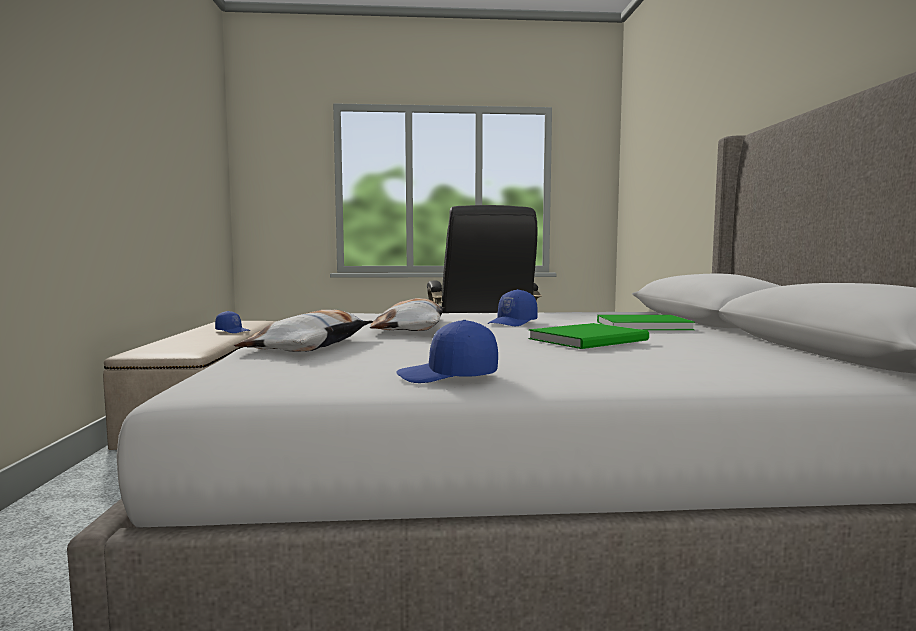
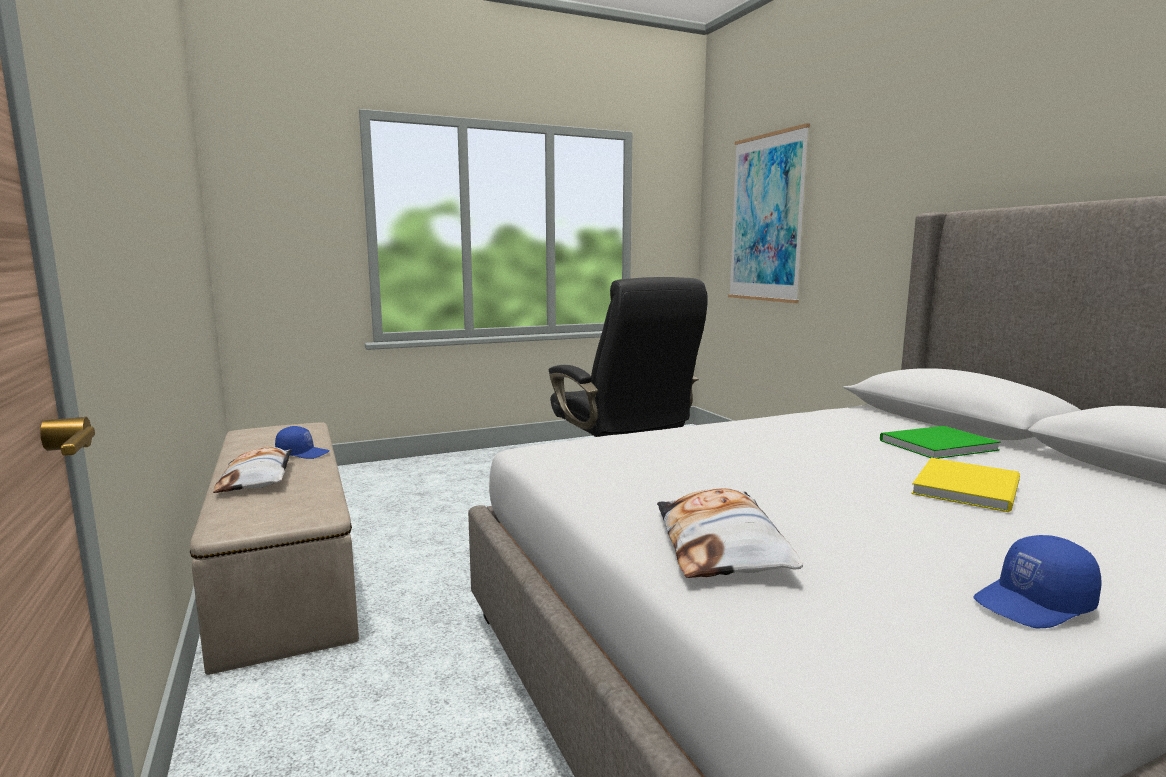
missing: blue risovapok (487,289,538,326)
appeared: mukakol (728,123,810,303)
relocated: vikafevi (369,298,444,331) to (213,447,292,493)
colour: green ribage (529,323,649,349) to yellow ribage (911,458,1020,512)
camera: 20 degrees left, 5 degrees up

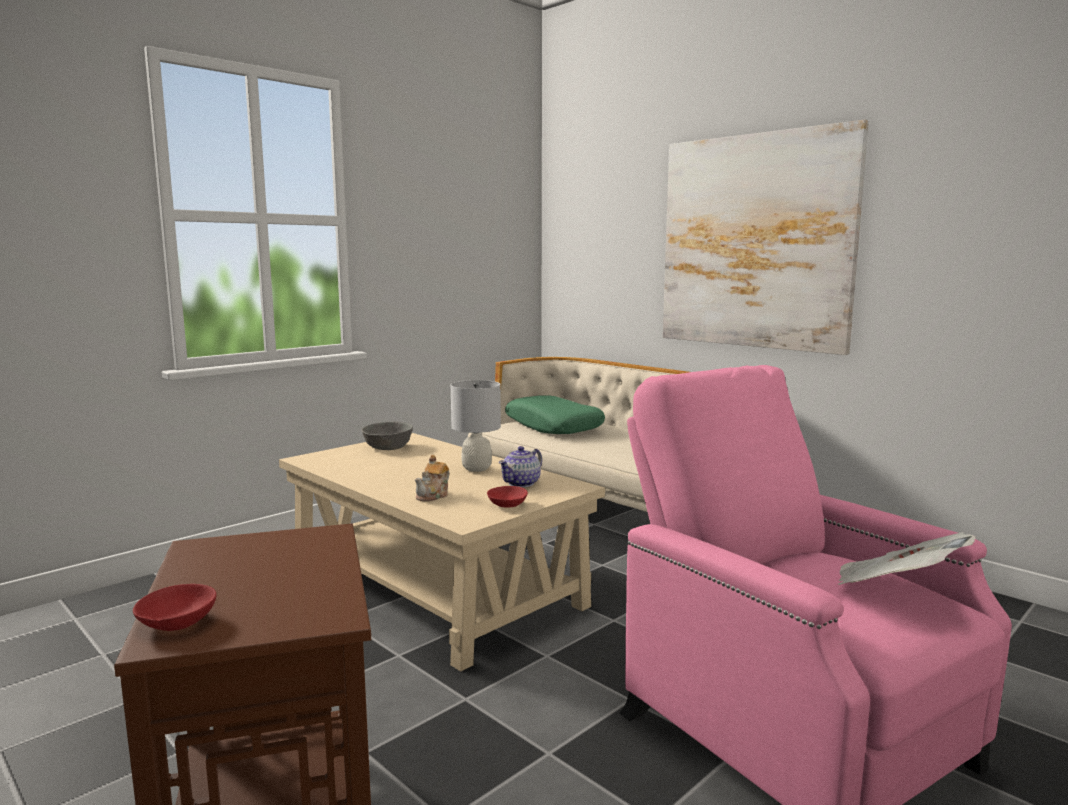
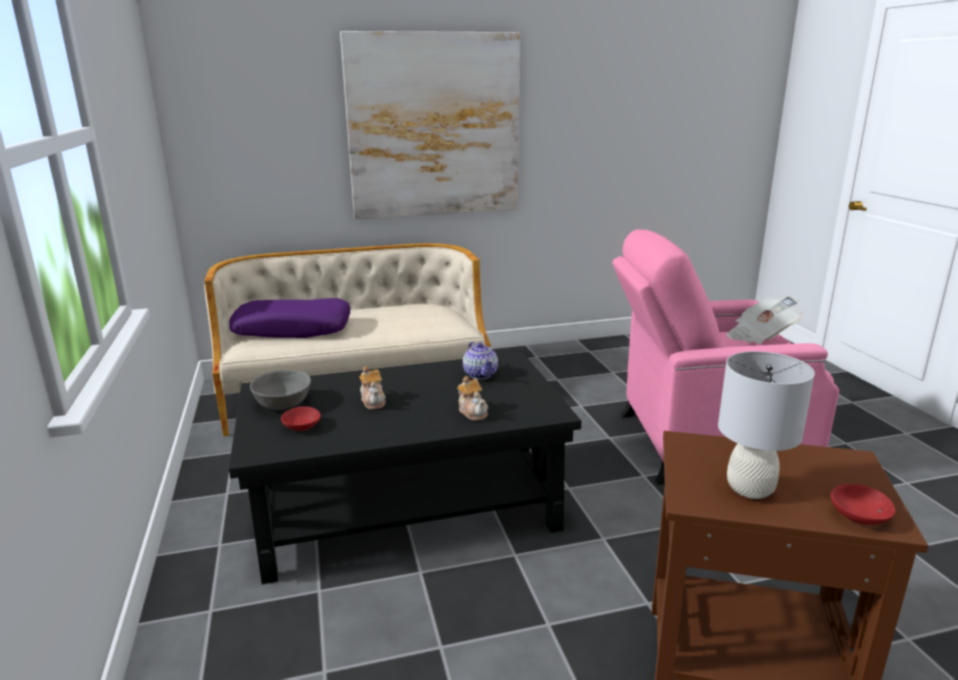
appeared: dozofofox (359,366,386,410)
relocated: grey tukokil (451,380,501,472) to (718,351,815,499); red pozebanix (487,486,528,507) to (281,407,321,431)
colour: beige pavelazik (279,433,605,671) to black pavelazik (229,352,581,584); green vikafevi (505,396,605,434) to purple vikafevi (229,298,350,338)
camera: 60 degrees left, 10 degrees up

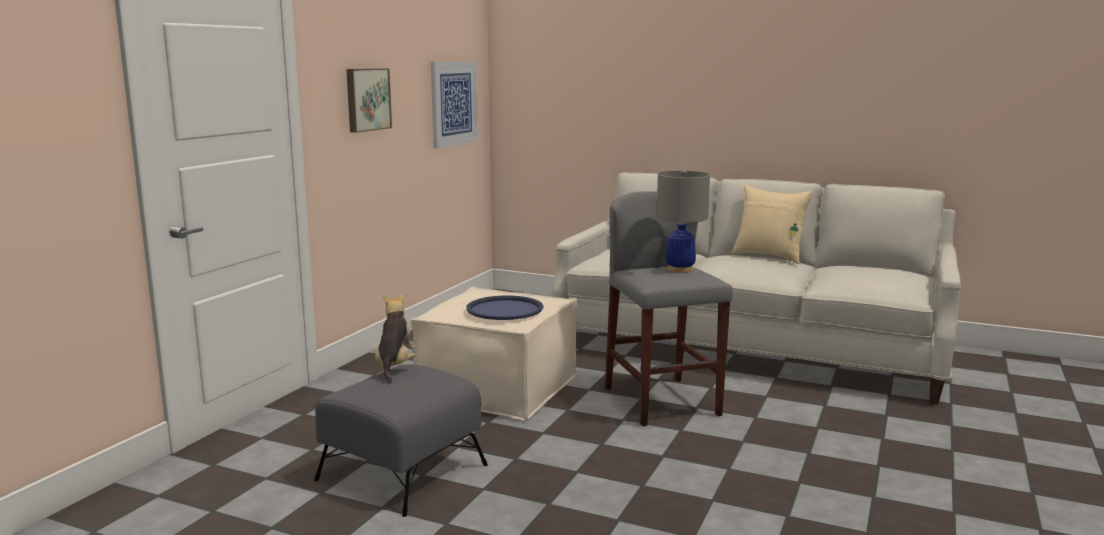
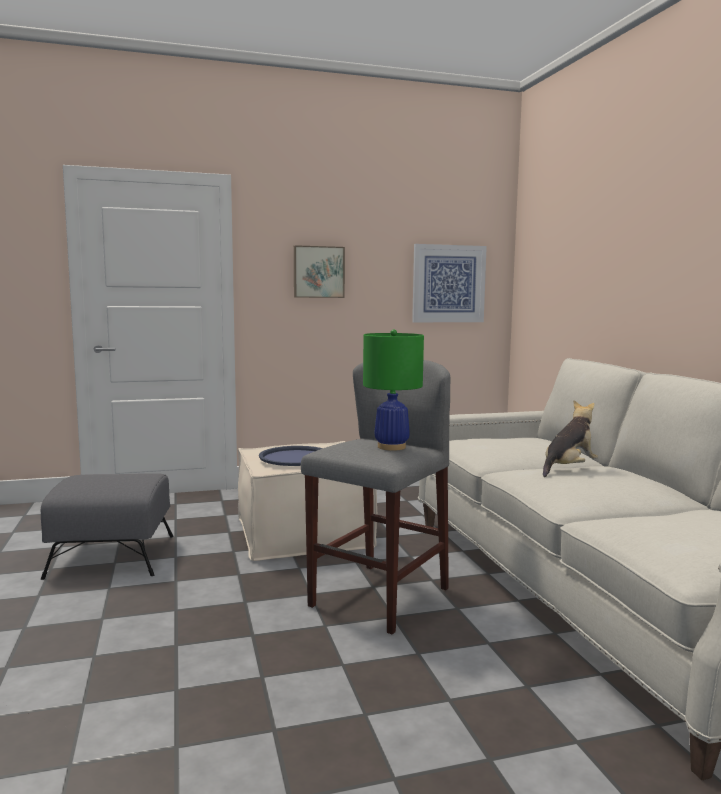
missing: beige vikafevi (732,185,812,264)
relocated: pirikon (375,294,416,384) to (543,400,598,477)
colour: grey tukokil (656,170,710,273) to green tukokil (363,329,424,451)
camera: 50 degrees right, 5 degrees down

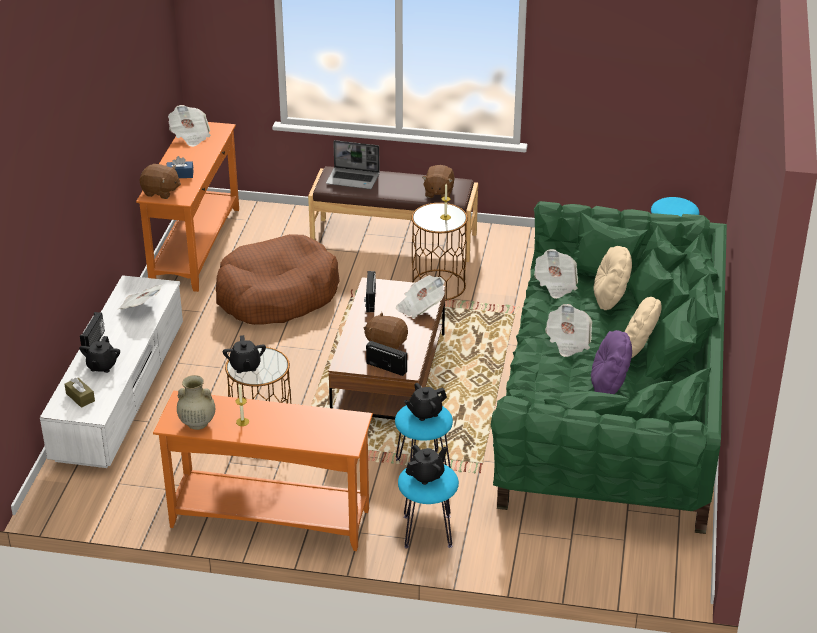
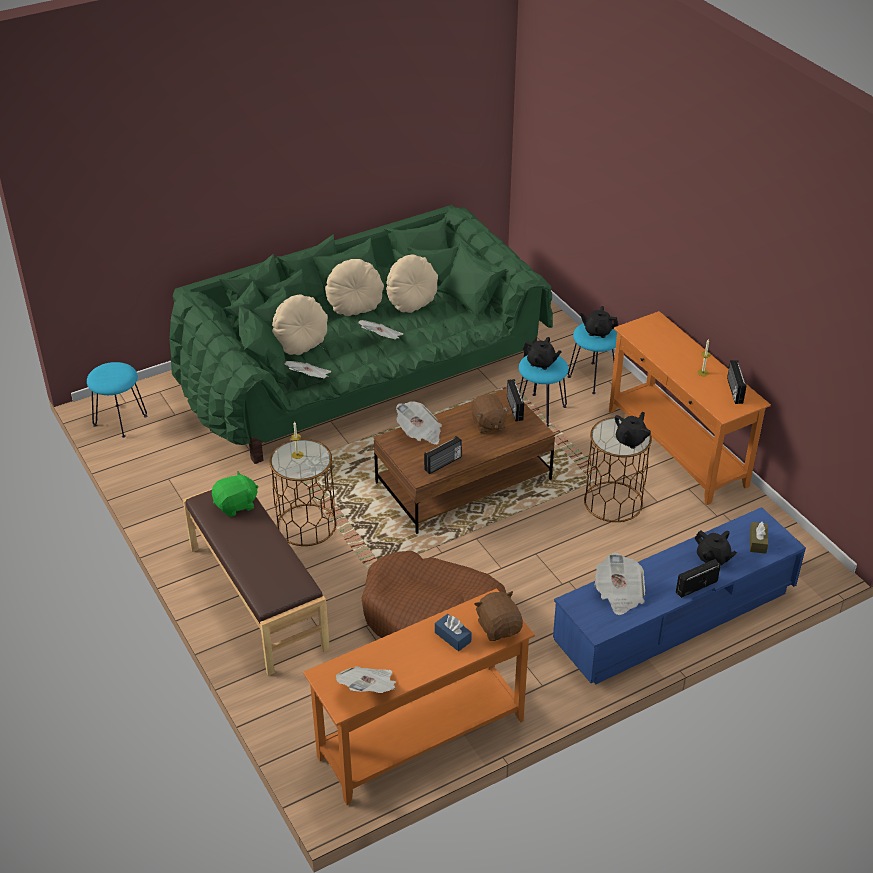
missing: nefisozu (326,140,380,189)
exchanged: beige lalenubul (177,375,215,430) to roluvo (727,360,746,404)
colour: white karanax (40,275,183,468) to blue karanax (553,507,806,684); brown pirikon (422,165,455,198) to green pirikon (212,471,258,517); purple vikafevi (591,330,632,394) to beige vikafevi (386,254,438,313)
spun: black dozofofox (79,336,120,373) = (695,530,737,565) 75 degrees clockwise
camera: 130 degrees left, 5 degrees up

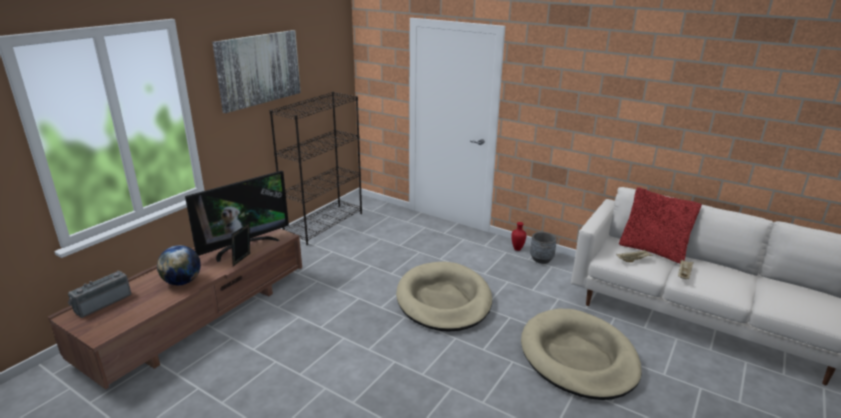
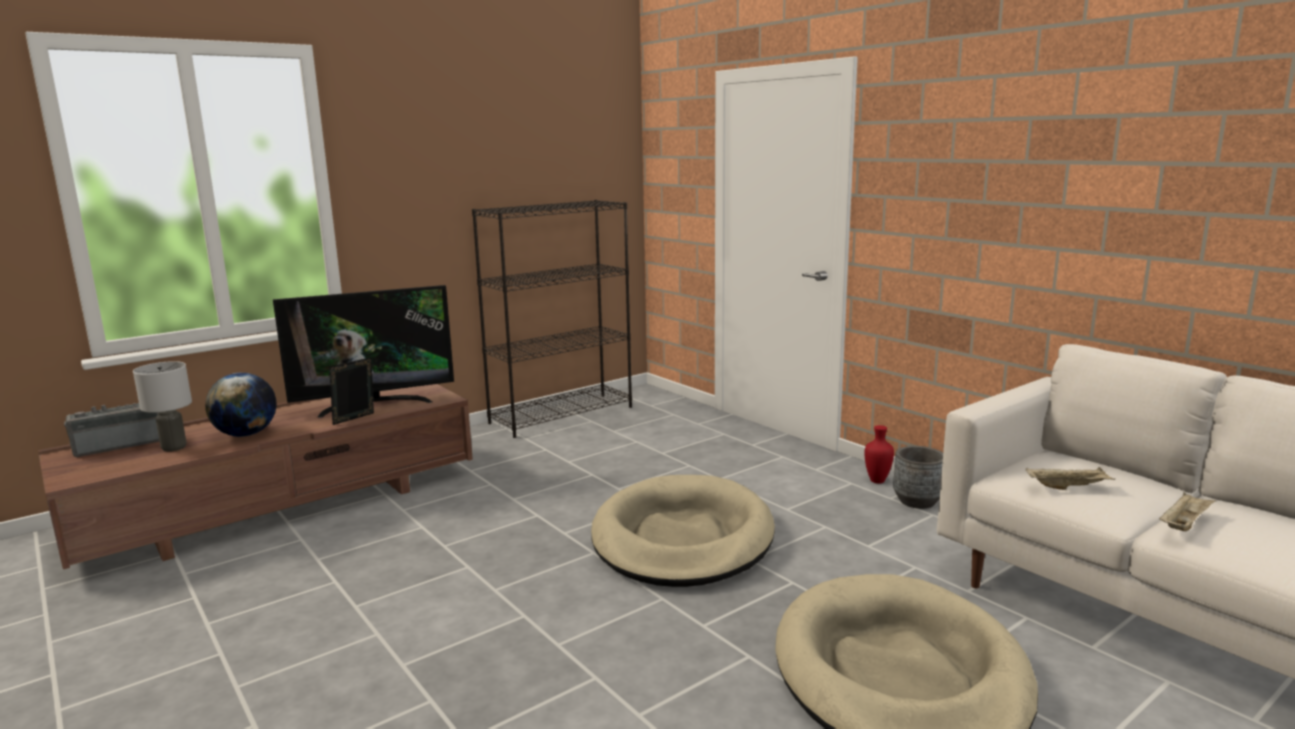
missing: mukakol (212,30,301,113); red vikafevi (619,187,702,263)
appeared: white tukokil (133,361,192,452)
camera: 20 degrees right, 10 degrees down

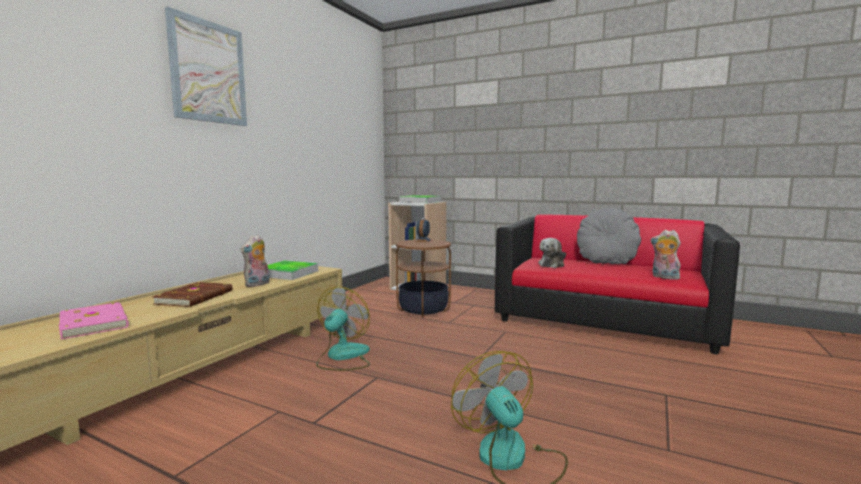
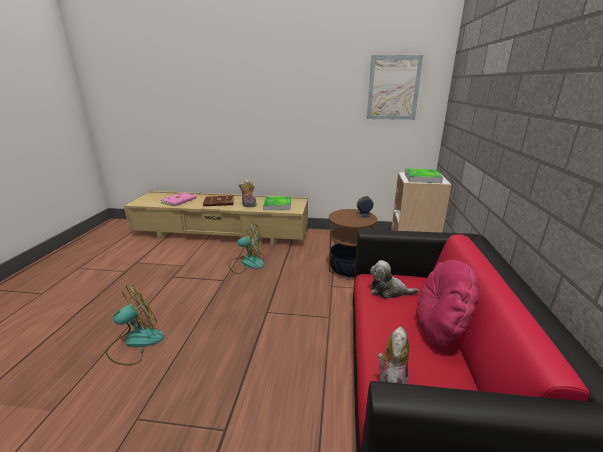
relocated: mukakol (165,7,247,126) to (367,55,423,120)
colour: grey vikafevi (577,208,641,264) to pink vikafevi (416,260,479,346)
camera: 70 degrees right, 15 degrees up

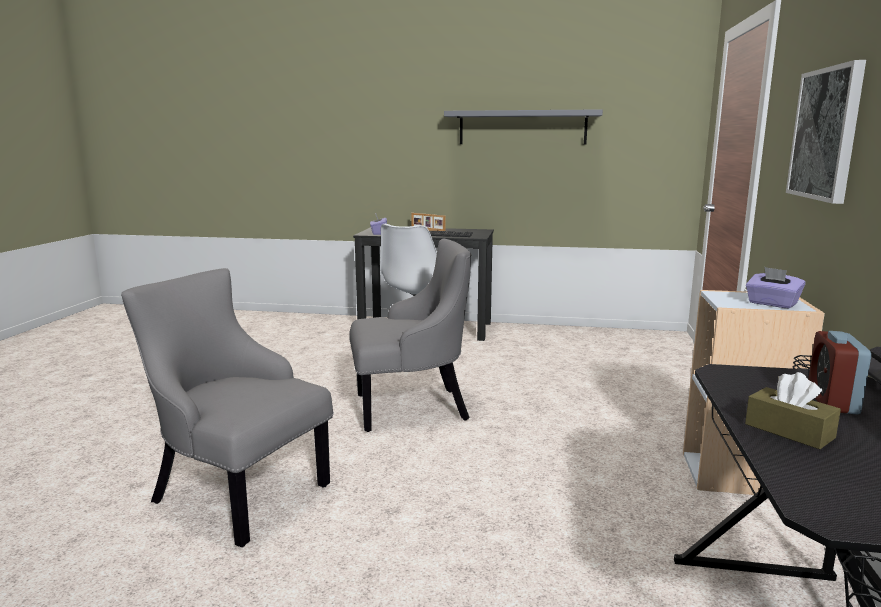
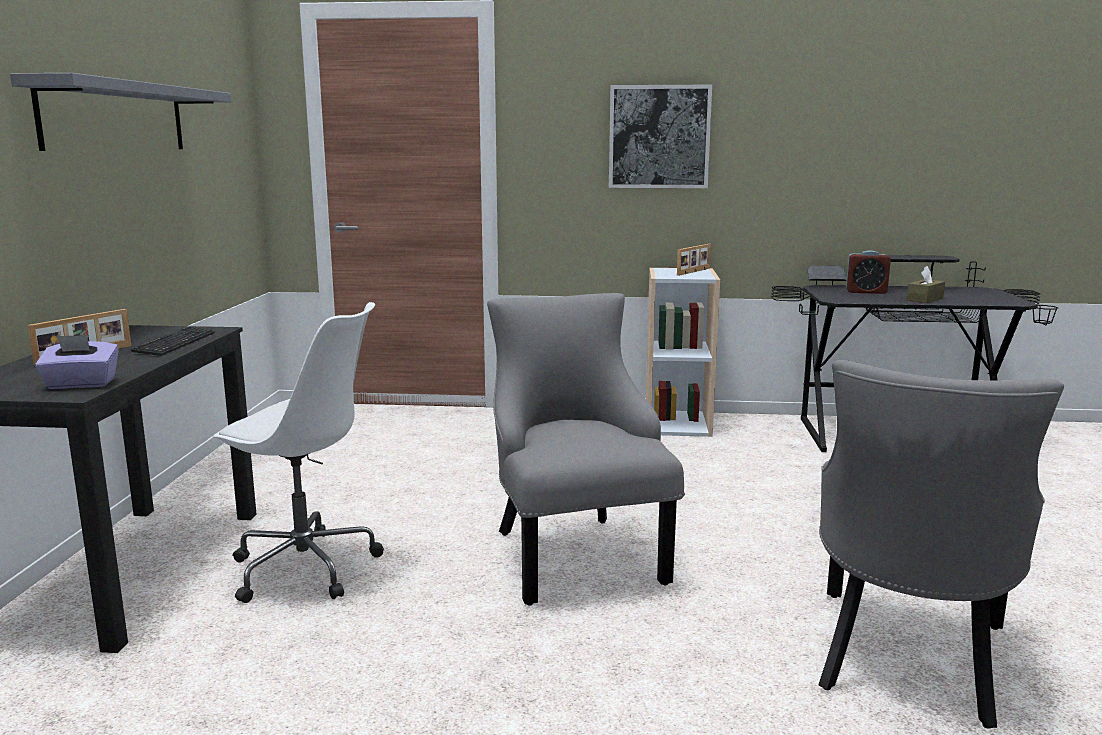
exchanged: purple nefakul (746,267,806,309) to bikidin (677,244,711,276)
camera: 95 degrees left, 0 degrees up

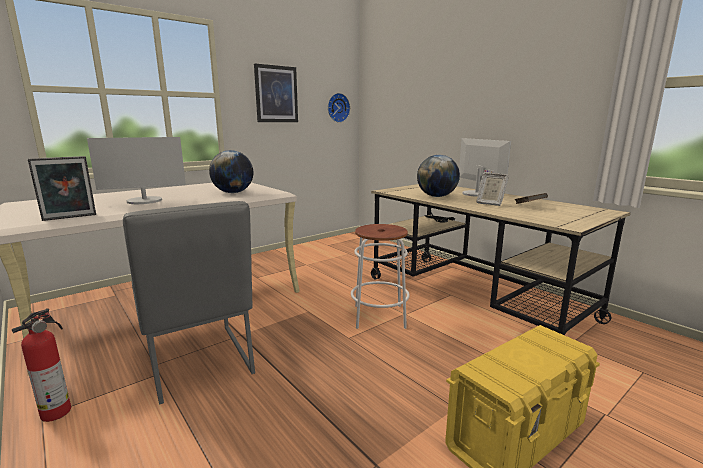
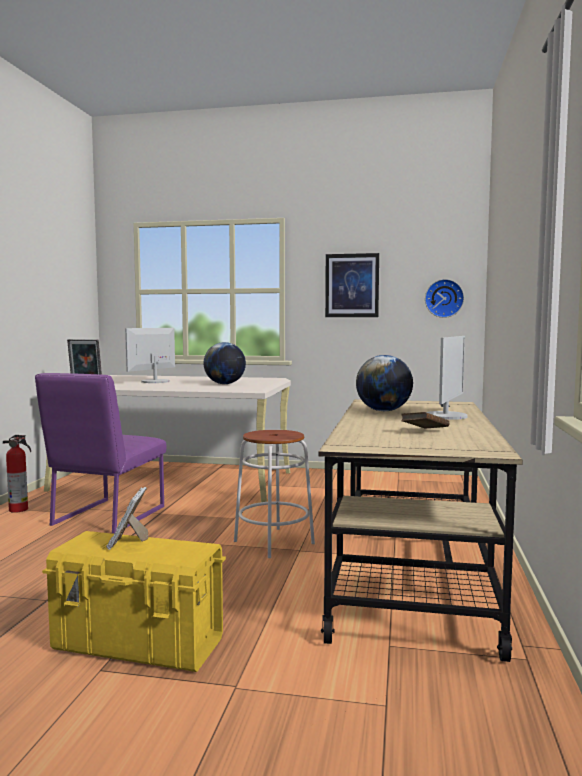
relocated: bikidin (476,172,509,206) to (106,487,148,550)
colour: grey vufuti (123,201,255,405) to purple vufuti (35,373,166,534)
spun: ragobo (87,137,186,204) = (125,328,175,383) 90 degrees clockwise
camera: 50 degrees right, 10 degrees down

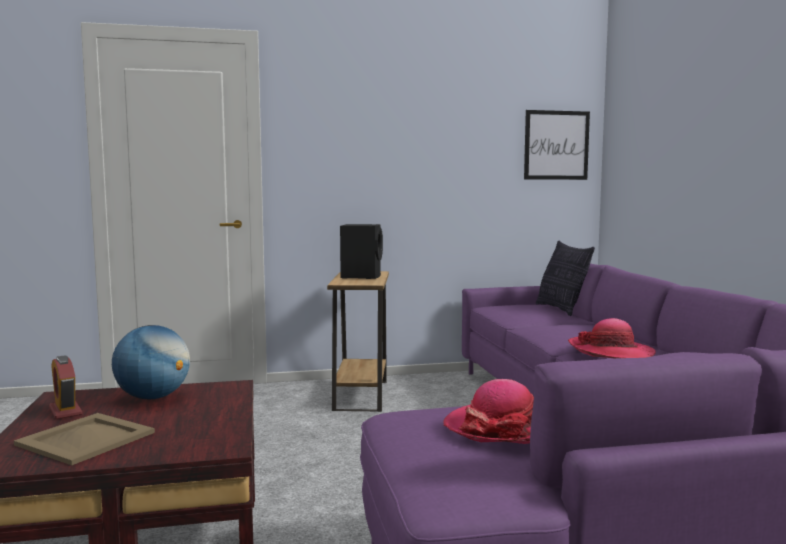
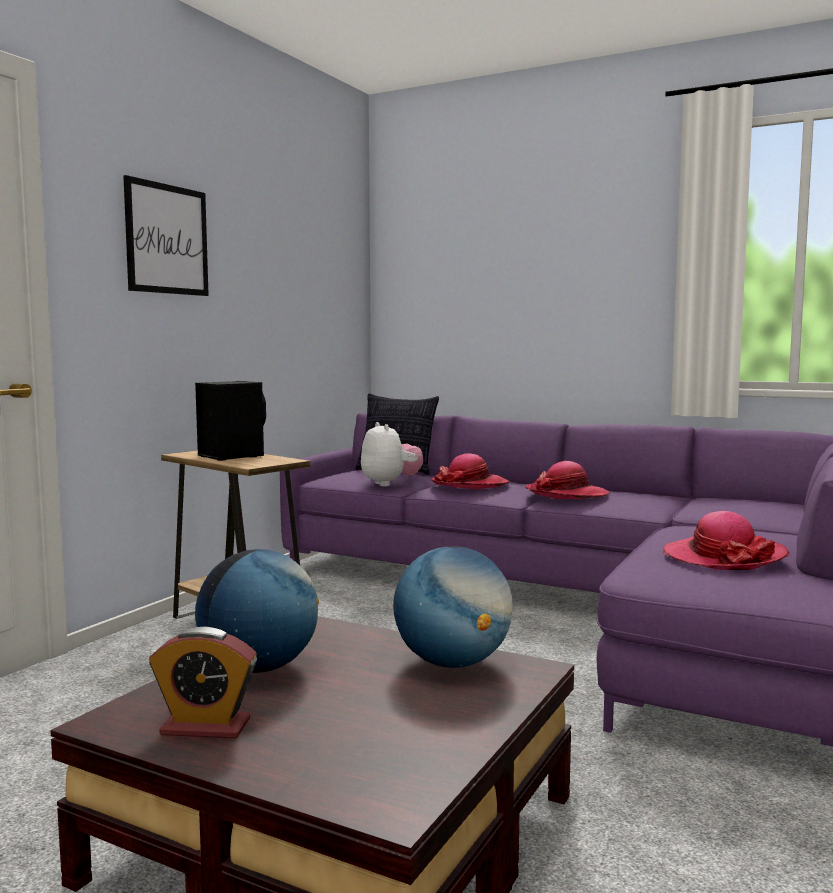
missing: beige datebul (14,413,155,465)
appeared: pirikon (361,422,423,487); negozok (393,546,513,668); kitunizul (431,453,510,489)
relocated: mukakol (524,110,590,180) to (123,175,209,296)
camera: 50 degrees left, 0 degrees up

